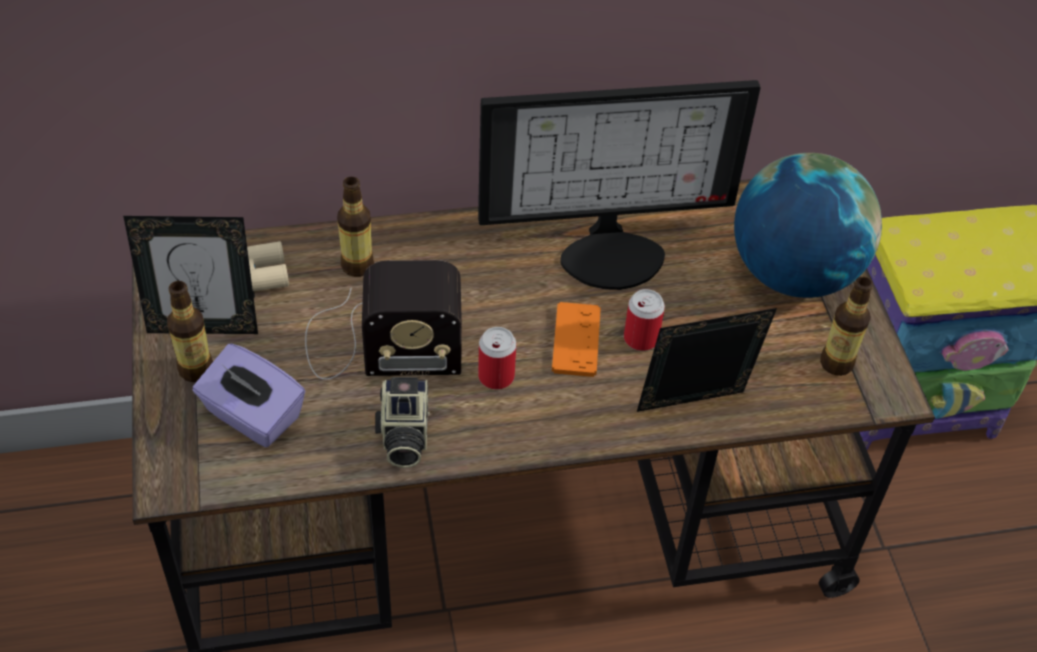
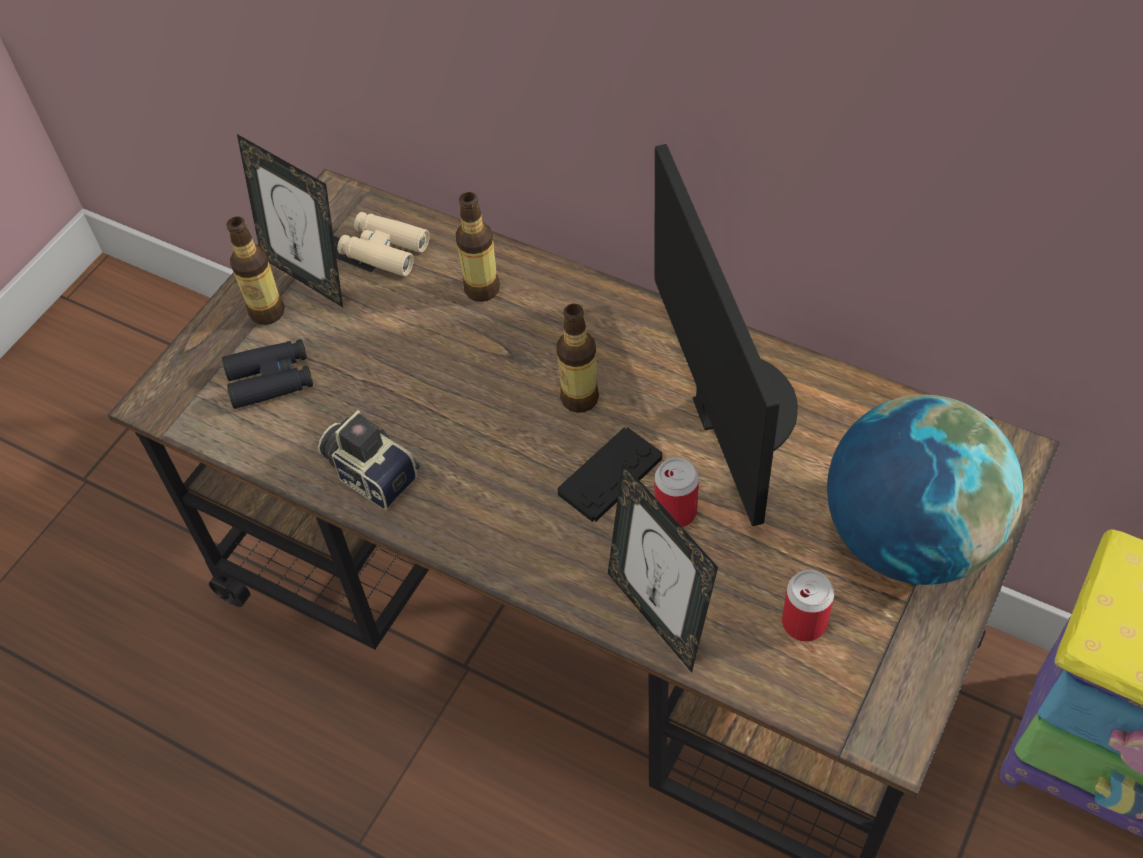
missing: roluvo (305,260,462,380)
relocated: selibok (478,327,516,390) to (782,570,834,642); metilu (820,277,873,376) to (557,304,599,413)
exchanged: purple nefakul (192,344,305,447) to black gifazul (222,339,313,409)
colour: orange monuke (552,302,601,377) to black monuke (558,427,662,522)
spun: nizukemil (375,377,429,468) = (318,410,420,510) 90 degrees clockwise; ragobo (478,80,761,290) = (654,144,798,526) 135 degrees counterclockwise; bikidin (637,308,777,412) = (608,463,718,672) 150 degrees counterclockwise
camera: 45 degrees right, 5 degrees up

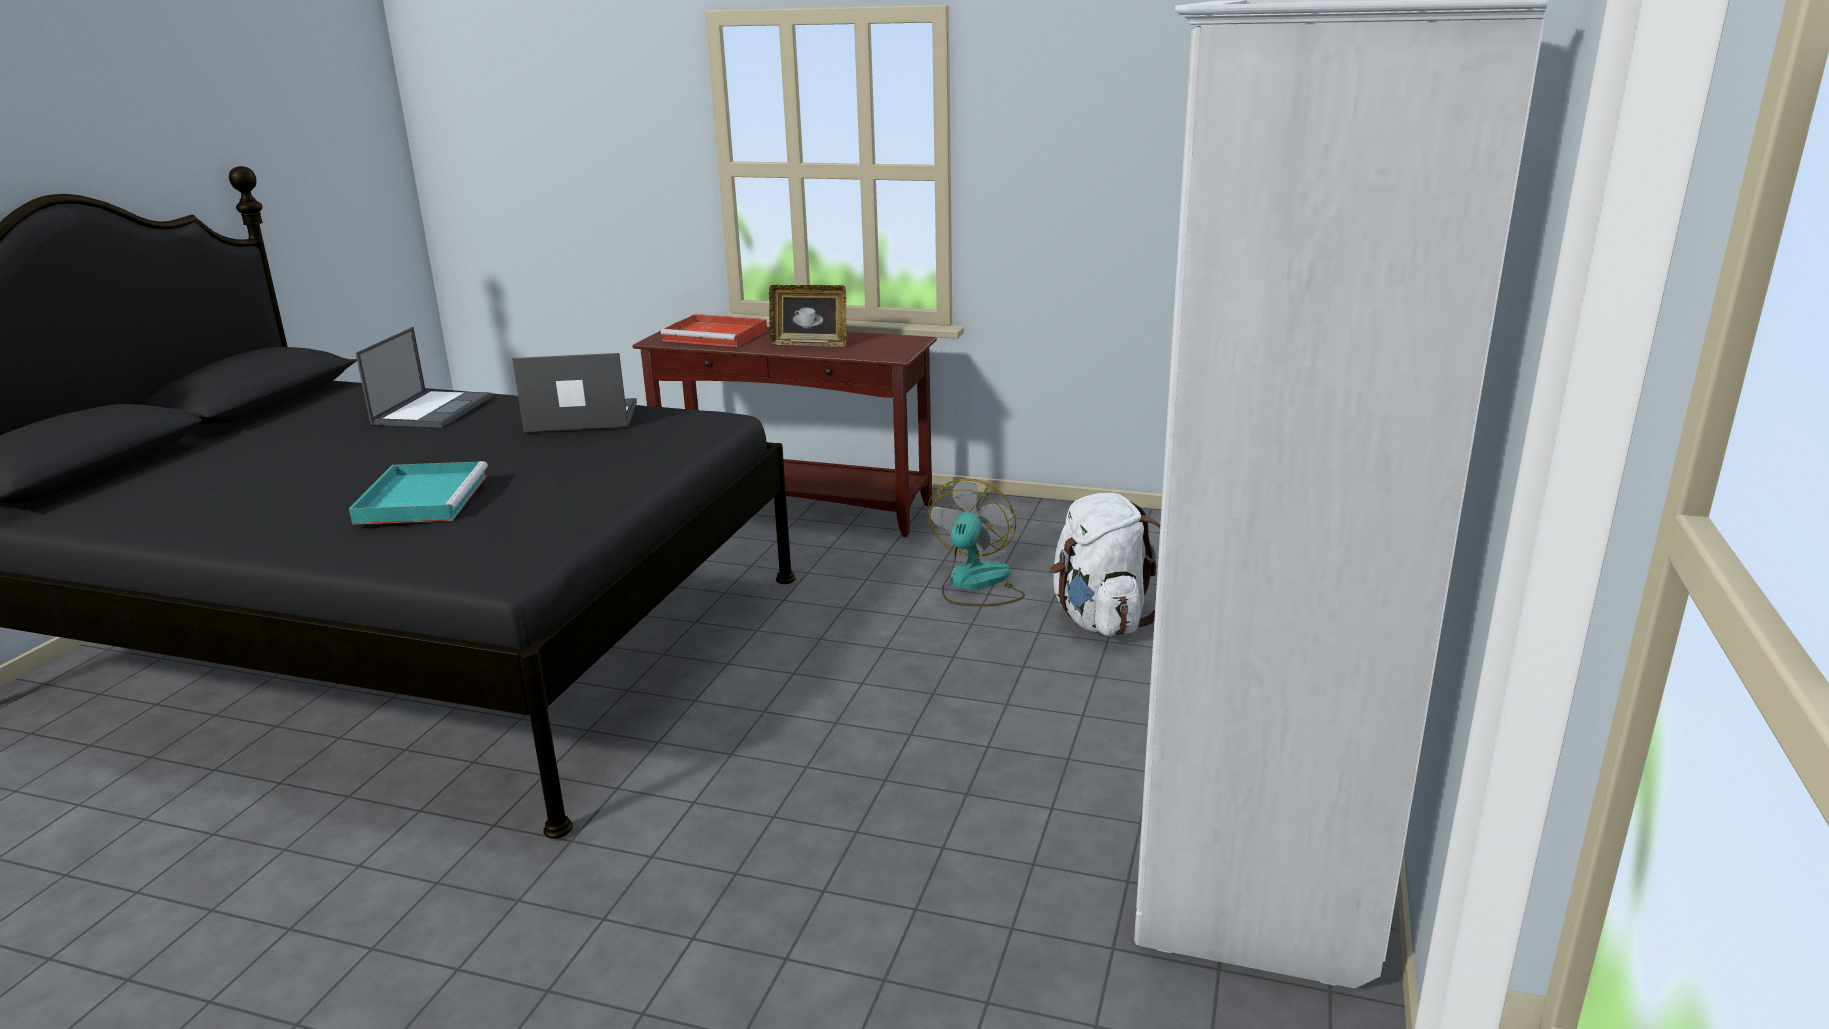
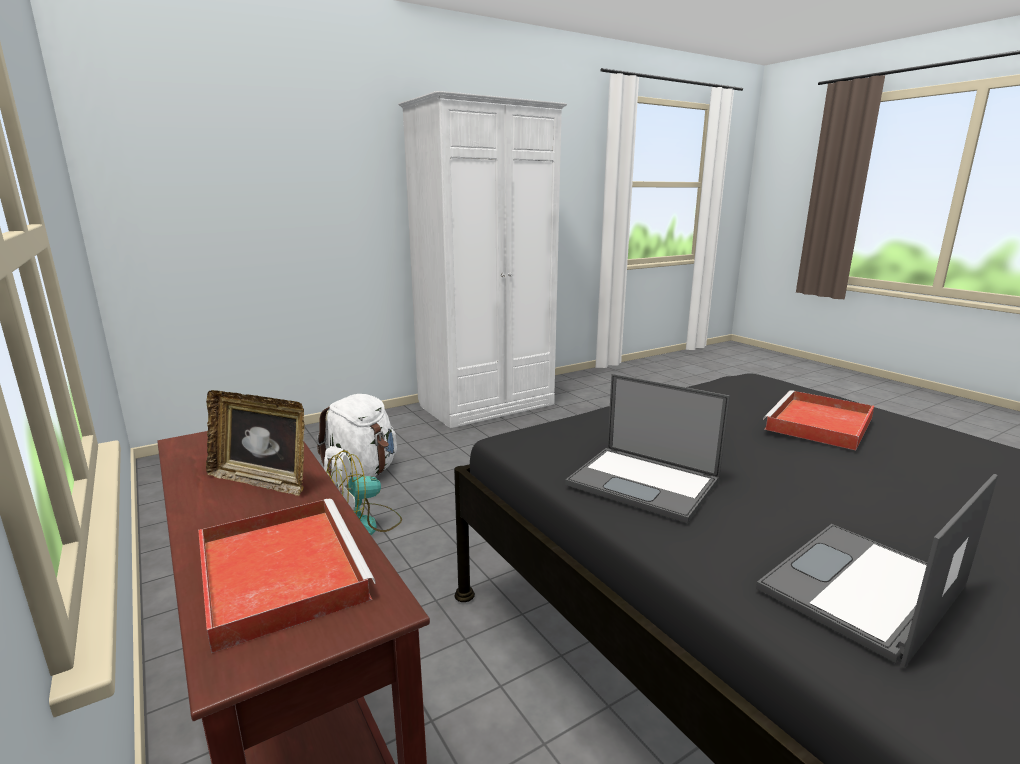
colour: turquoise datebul (349,461,488,525) to red datebul (763,390,874,450)
spun: bikidin (769,285,847,347) = (206,390,305,496) 150 degrees clockwise
camera: 140 degrees left, 5 degrees down

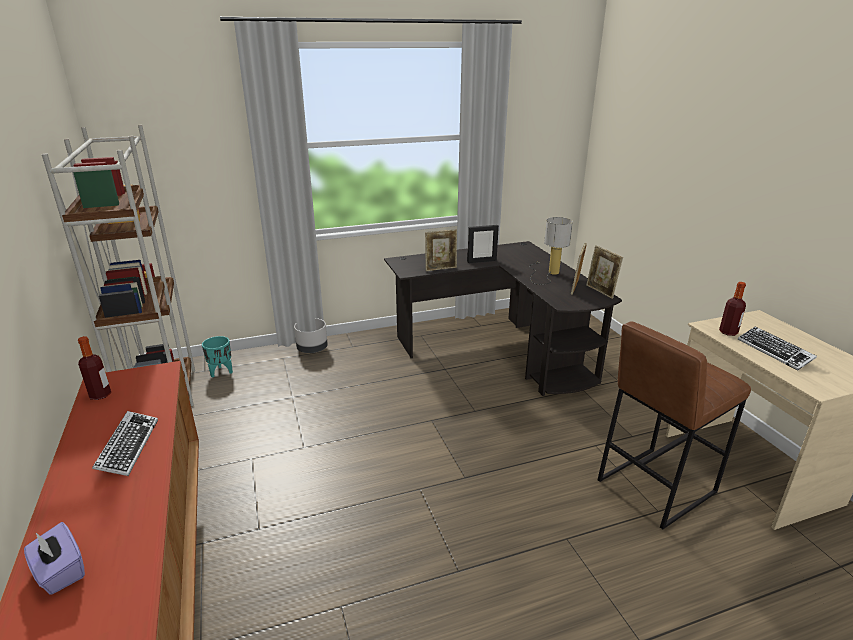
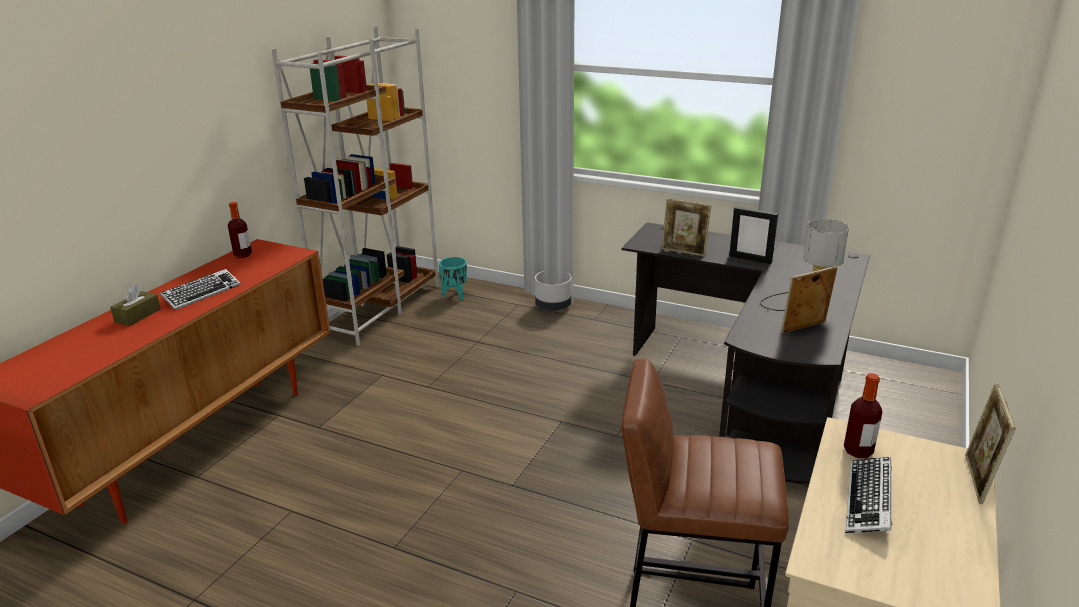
missing: purple nefakul (24,522,85,594)
appeared: brown nefakul (110,285,161,326)
relocated: bikidin (586,245,623,299) to (965,382,1016,504)
camera: 45 degrees right, 0 degrees up

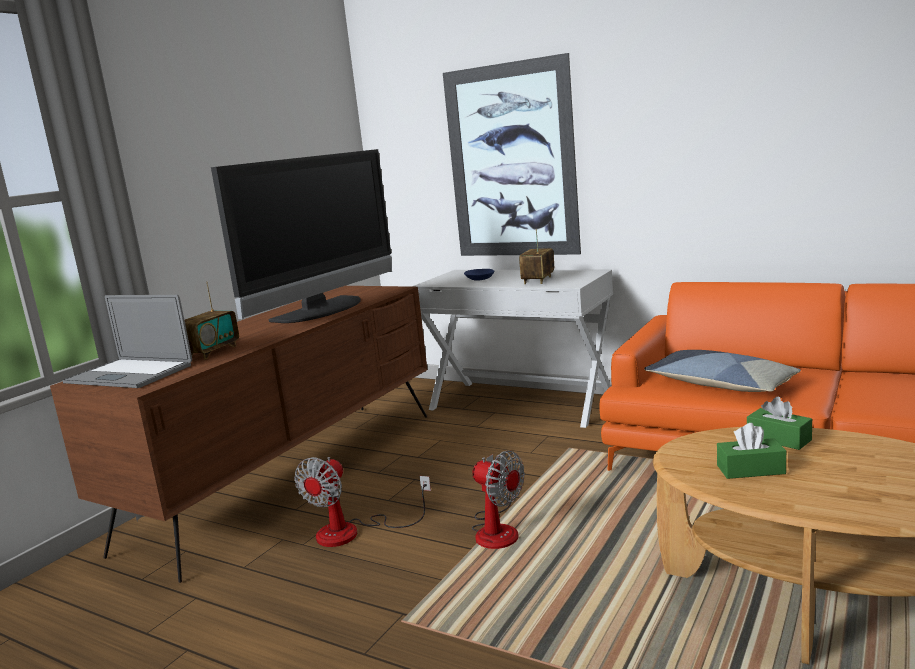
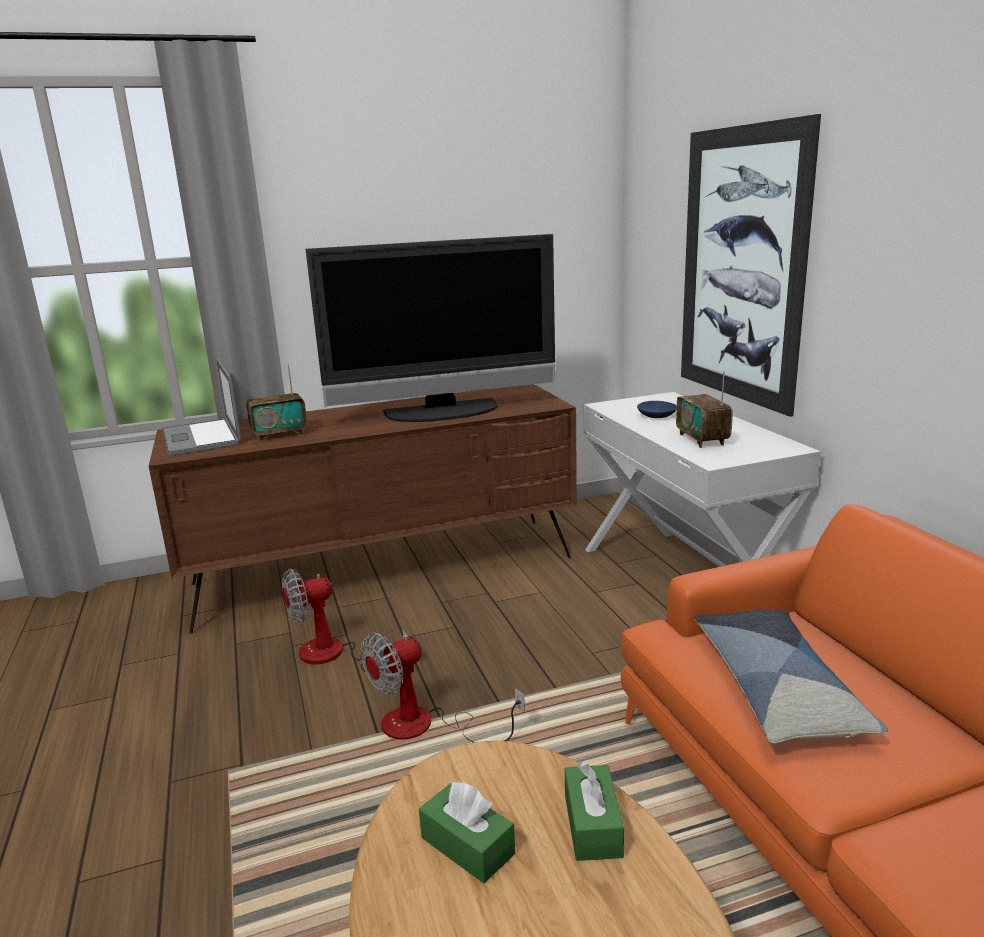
spun: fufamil (472,451,525,549) = (361,632,525,742) 60 degrees clockwise; roluvo (519,229,554,284) = (676,371,733,448) 75 degrees counterclockwise
camera: 40 degrees right, 5 degrees up

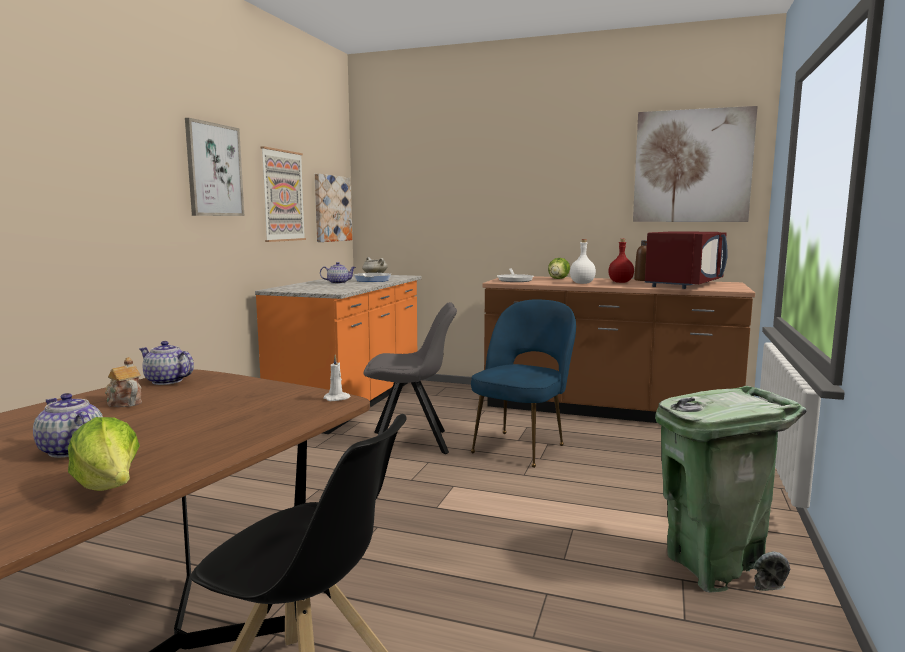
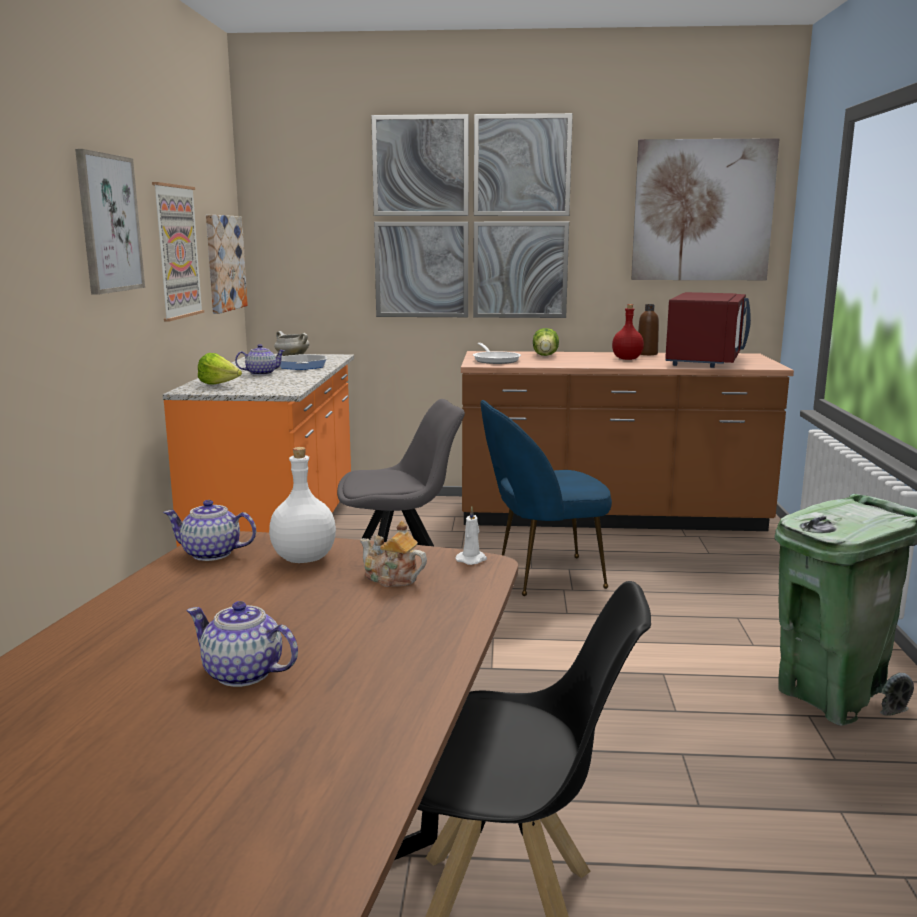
appeared: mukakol (371,113,573,318)
relocated: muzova (68,417,140,491) to (198,353,242,385); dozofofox (105,357,142,407) to (360,521,427,587); white metilu (570,239,596,284) to (269,447,336,563)
spun: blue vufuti (471,299,576,468) = (480,400,612,596) 120 degrees counterclockwise
camera: 15 degrees left, 5 degrees up

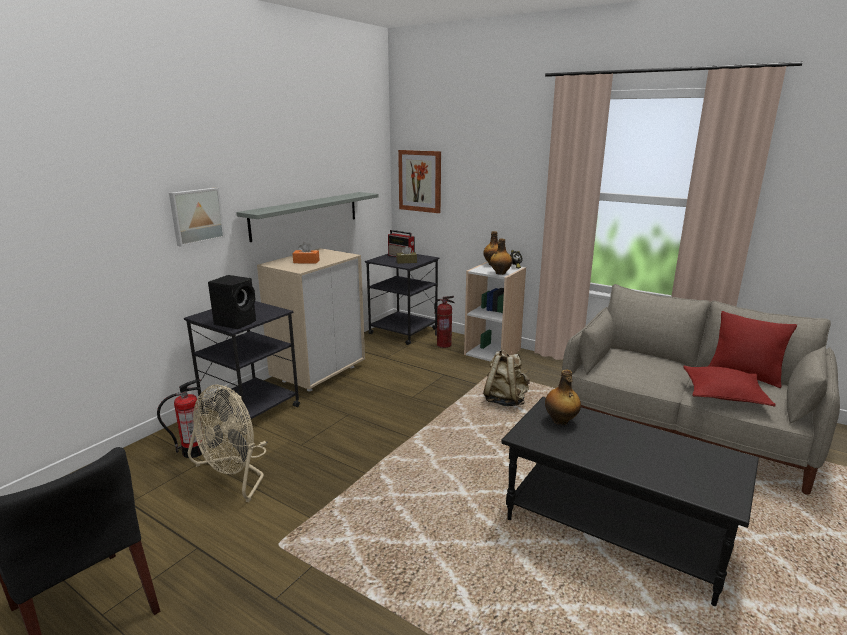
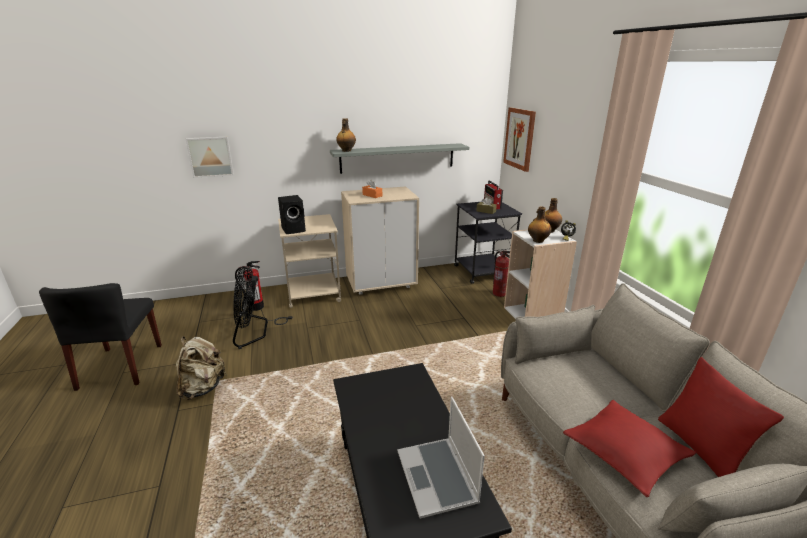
appeared: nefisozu (397,396,485,519)
relocated: mukakol (169,188,225,247) to (186,137,234,178); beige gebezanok (483,349,530,406) to (176,336,226,400); metilu (545,370,581,425) to (336,119,356,152)
colour: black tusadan (184,301,300,435) to beige tusadan (278,214,342,308); beige fufamil (188,385,267,502) to black fufamil (233,267,293,350)
camera: 40 degrees right, 5 degrees up

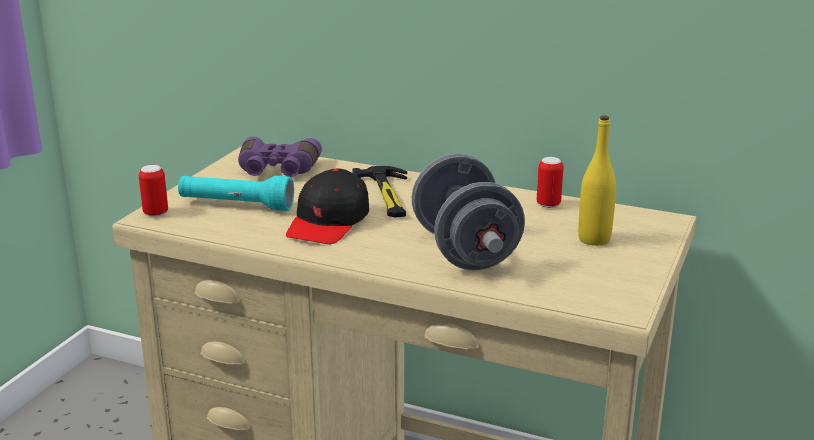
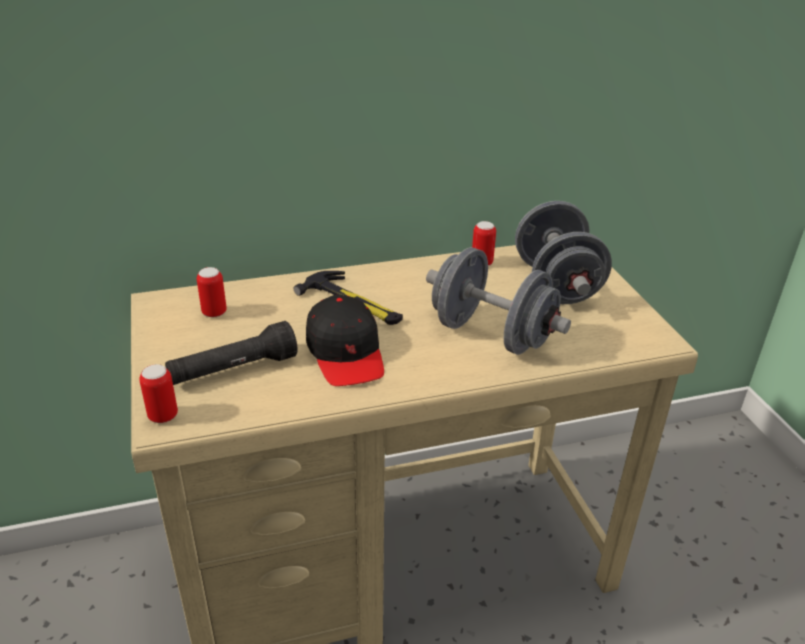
exchanged: purple gifazul (238,137,322,177) to selibok (197,267,227,317); yellow metilu (578,115,616,246) to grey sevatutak (515,201,612,304)
colour: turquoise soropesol (178,176,294,211) to black soropesol (165,321,298,385)
camera: 40 degrees left, 10 degrees up

